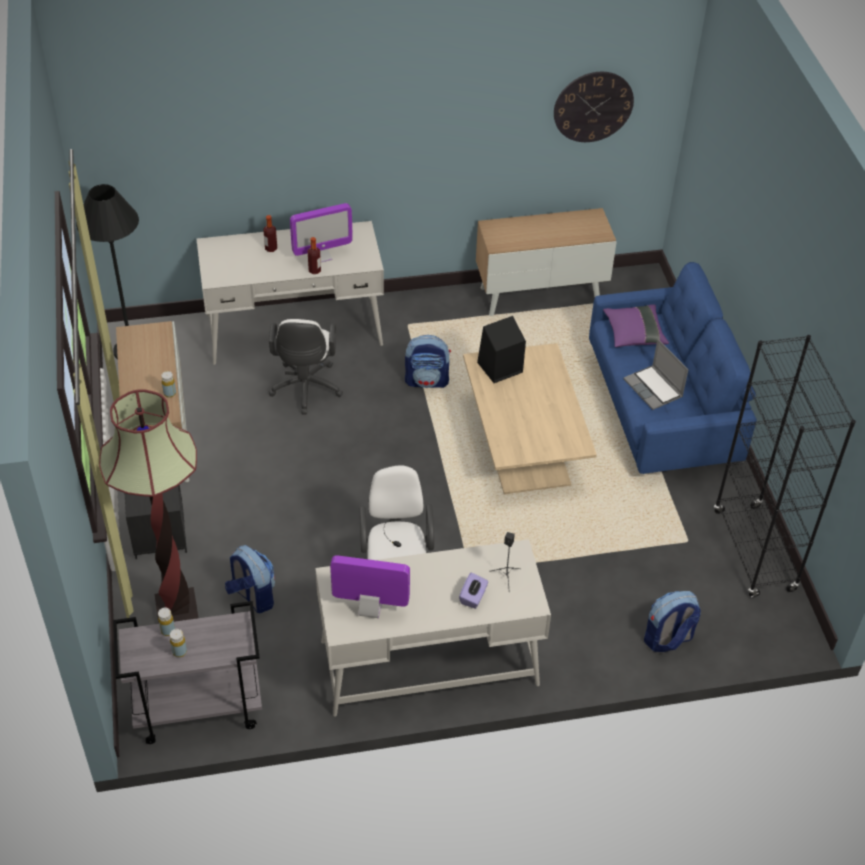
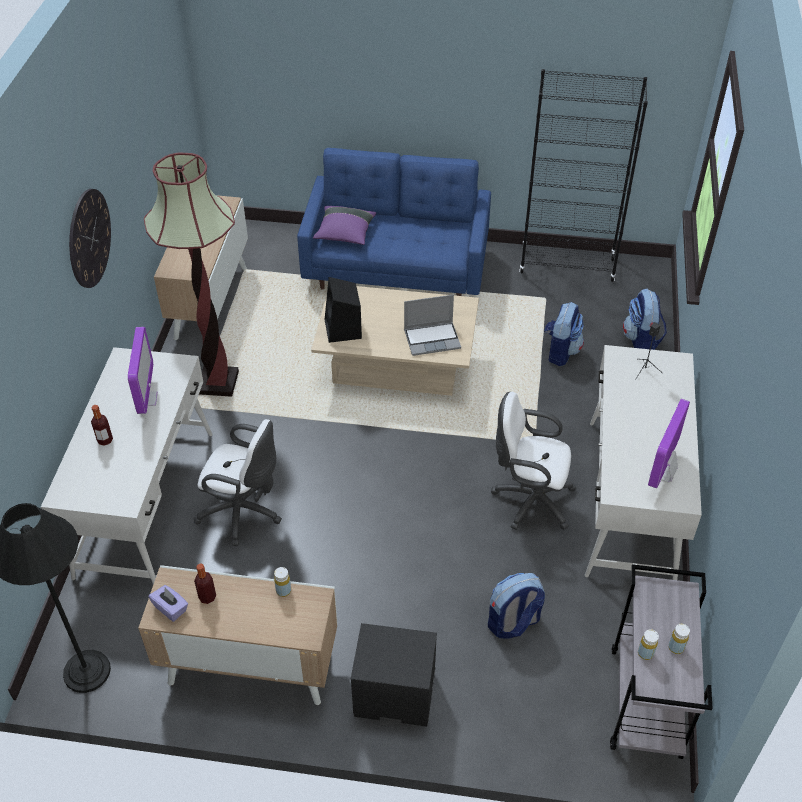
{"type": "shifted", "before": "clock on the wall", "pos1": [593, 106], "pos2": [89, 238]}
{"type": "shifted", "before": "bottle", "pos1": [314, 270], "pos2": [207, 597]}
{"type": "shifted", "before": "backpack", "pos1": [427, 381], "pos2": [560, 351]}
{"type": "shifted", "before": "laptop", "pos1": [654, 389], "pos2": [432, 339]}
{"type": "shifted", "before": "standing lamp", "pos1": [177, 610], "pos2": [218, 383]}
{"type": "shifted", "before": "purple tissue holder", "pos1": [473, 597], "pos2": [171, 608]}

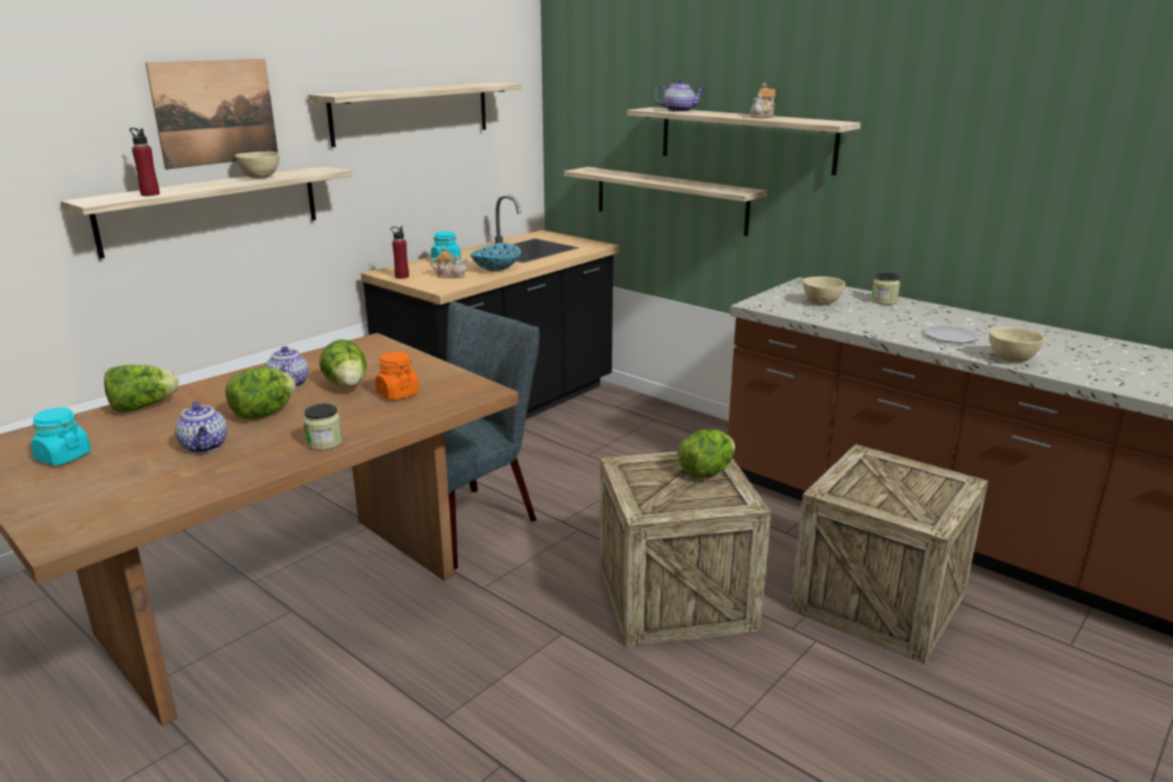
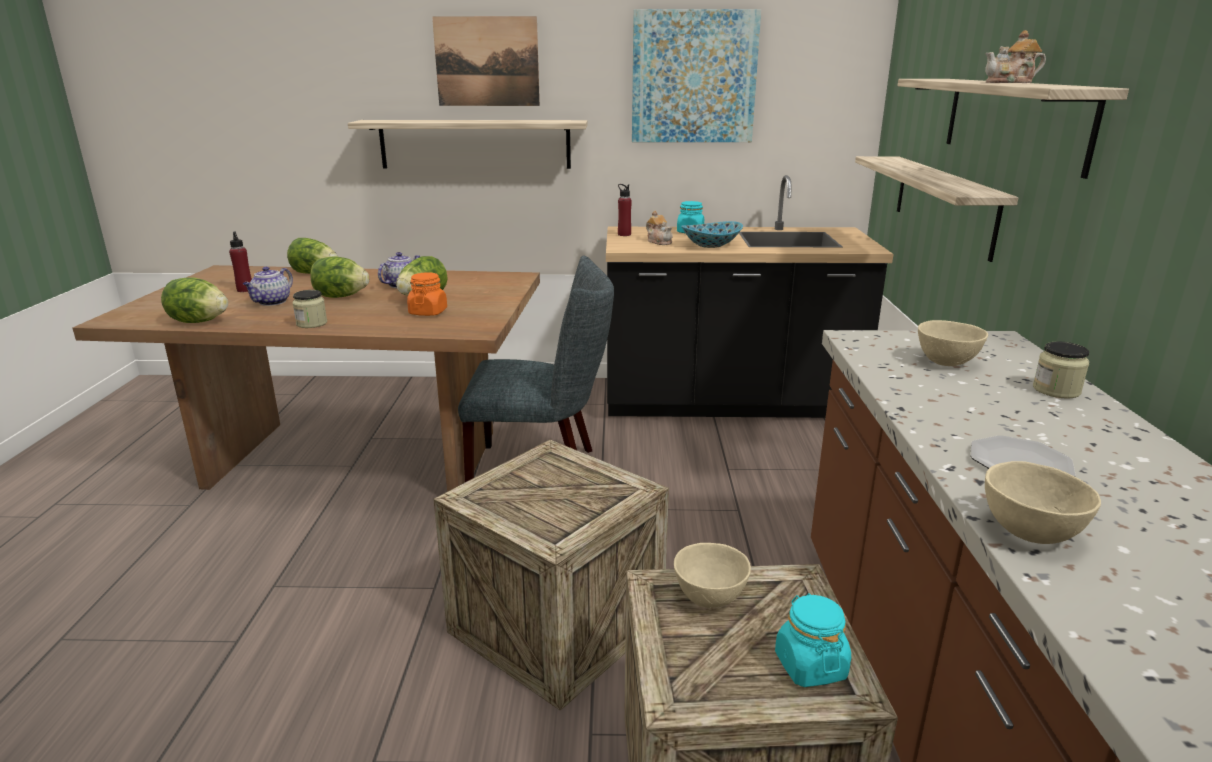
{"type": "gone", "before": "teapot", "pos1": [679, 111]}
{"type": "swapped", "before": "shelf", "after": "wall art", "pos1": [412, 112], "pos2": [693, 77]}
{"type": "shifted", "before": "red-coloured bottle", "pos1": [150, 194], "pos2": [245, 290]}
{"type": "shifted", "before": "beige deep dish", "pos1": [261, 177], "pos2": [710, 597]}
{"type": "shifted", "before": "blue-green jar", "pos1": [63, 457], "pos2": [810, 666]}
{"type": "shifted", "before": "lettuce head", "pos1": [706, 472], "pos2": [199, 322]}

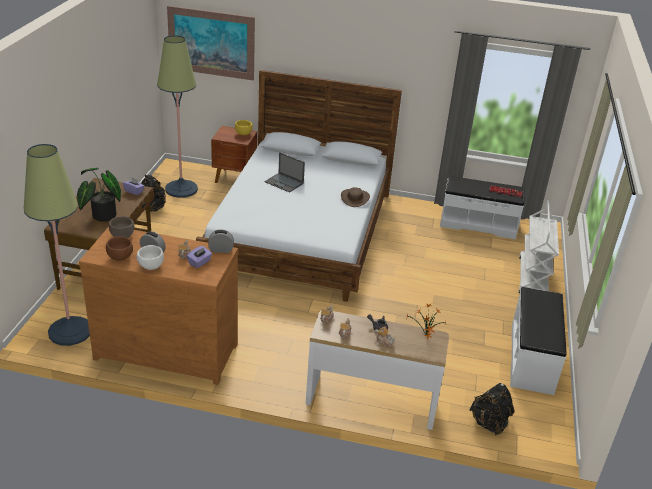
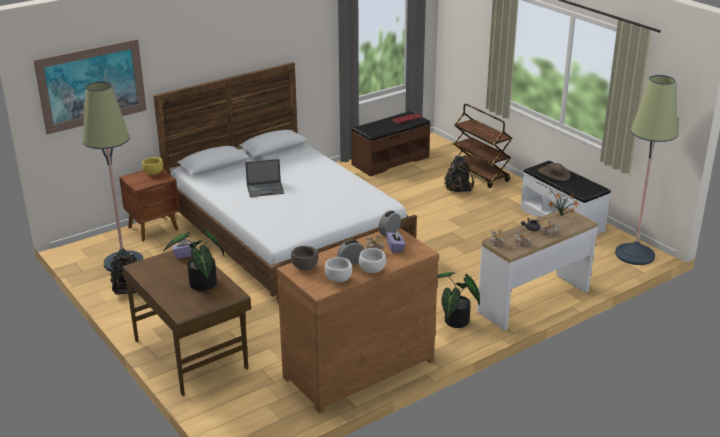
{"type": "shifted", "before": "standing lamp", "pos1": [70, 331], "pos2": [634, 254]}
{"type": "repainted", "before": "whitish indoor bench", "after": "brownish indoor bench", "pos1": [478, 224], "pos2": [390, 161]}
{"type": "shifted", "before": "brownish wearable hat", "pos1": [355, 198], "pos2": [553, 174]}
{"type": "repainted", "before": "whitish wheeled cart", "after": "brownish wheeled cart", "pos1": [533, 278], "pos2": [480, 174]}
{"type": "repainted", "before": "brownish deep dish", "after": "whitish deep dish", "pos1": [120, 257], "pos2": [338, 279]}
{"type": "shifted", "before": "blackish backpack", "pos1": [489, 423], "pos2": [458, 190]}
{"type": "new", "after": "potted plant", "pos2": [454, 322]}

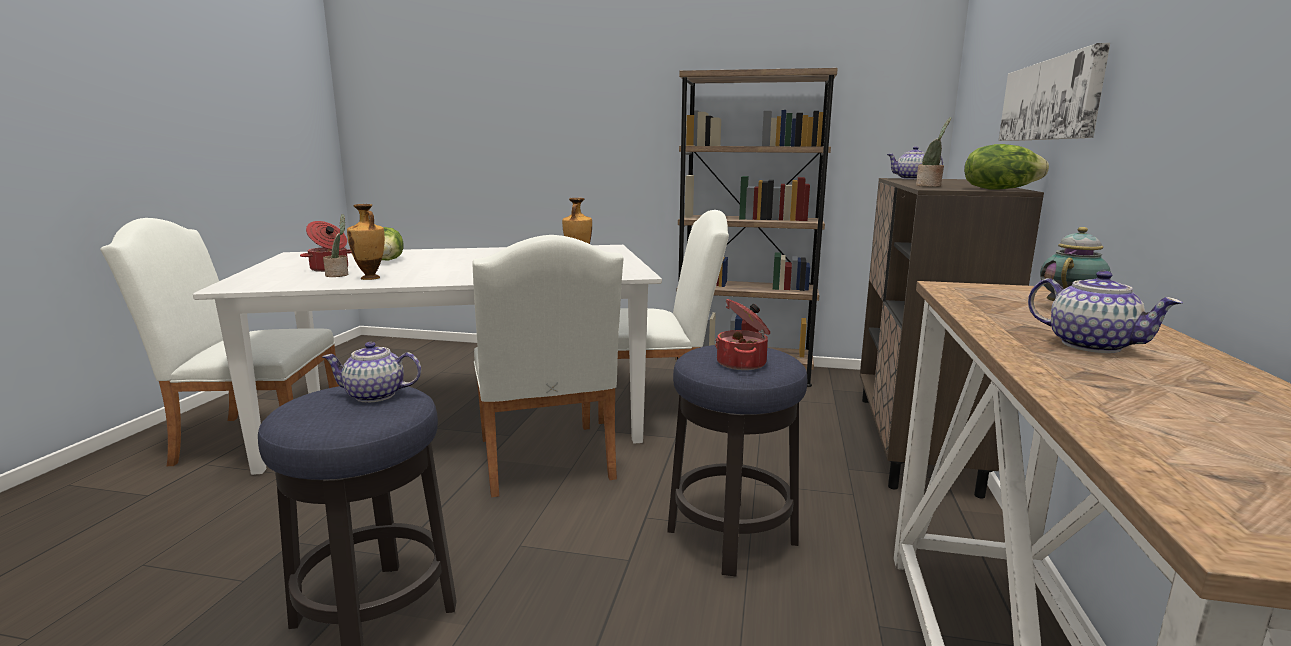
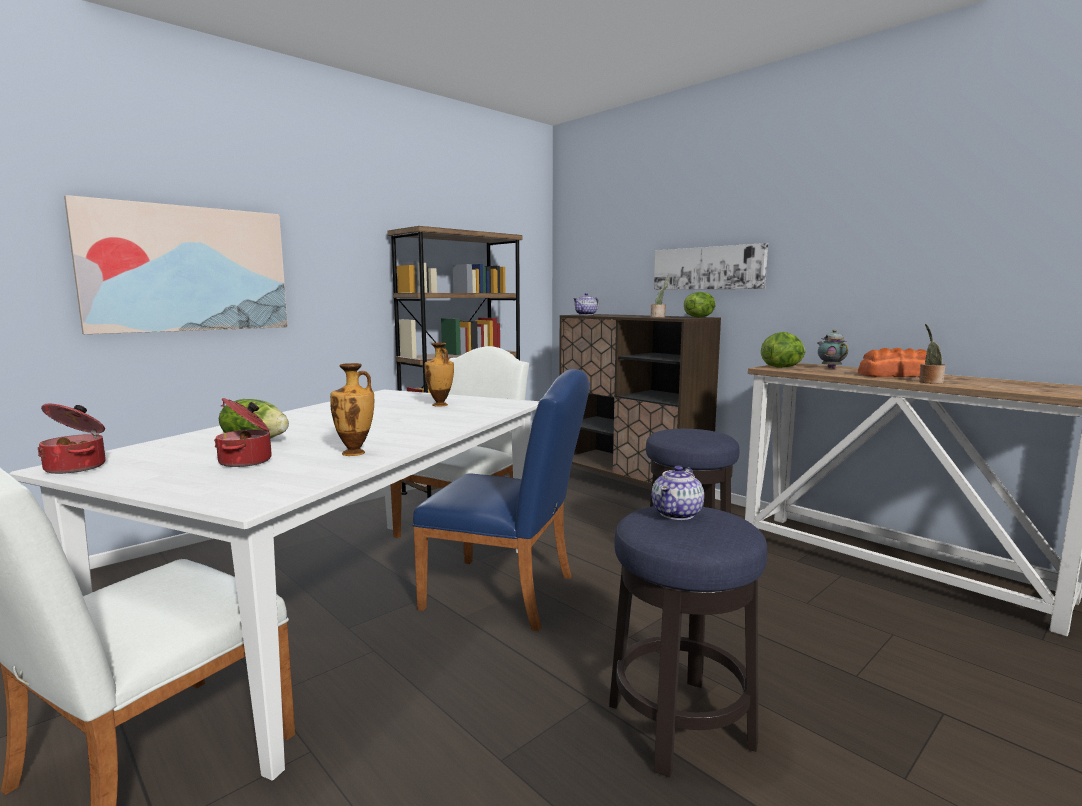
{"type": "shifted", "before": "potted plant", "pos1": [338, 275], "pos2": [929, 382]}
{"type": "repainted", "before": "whitish chair", "after": "bluish chair", "pos1": [546, 463], "pos2": [509, 594]}
{"type": "swapped", "before": "teapot", "after": "bread", "pos1": [1090, 345], "pos2": [894, 375]}
{"type": "shifted", "before": "saucepot", "pos1": [743, 363], "pos2": [77, 467]}
{"type": "new", "after": "wall art", "pos2": [187, 269]}
{"type": "new", "after": "lettuce head", "pos2": [783, 367]}

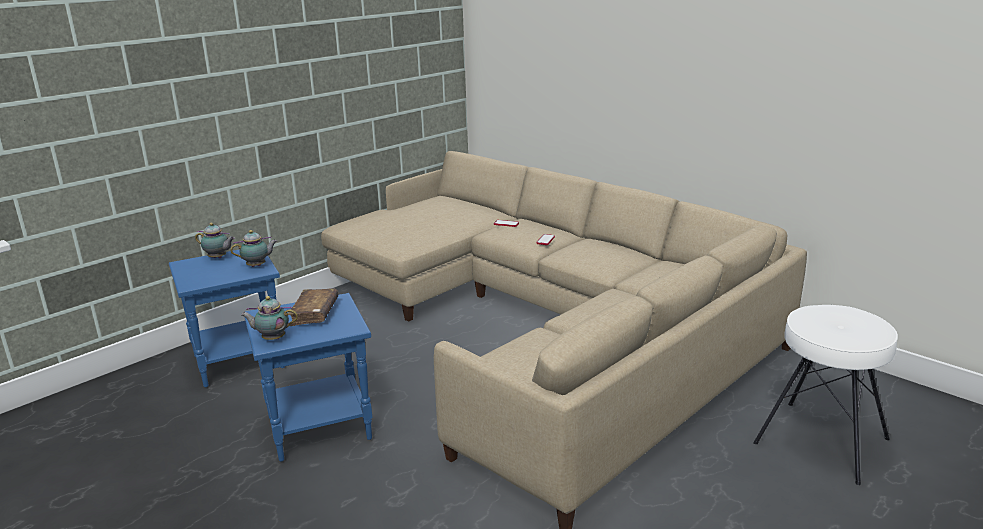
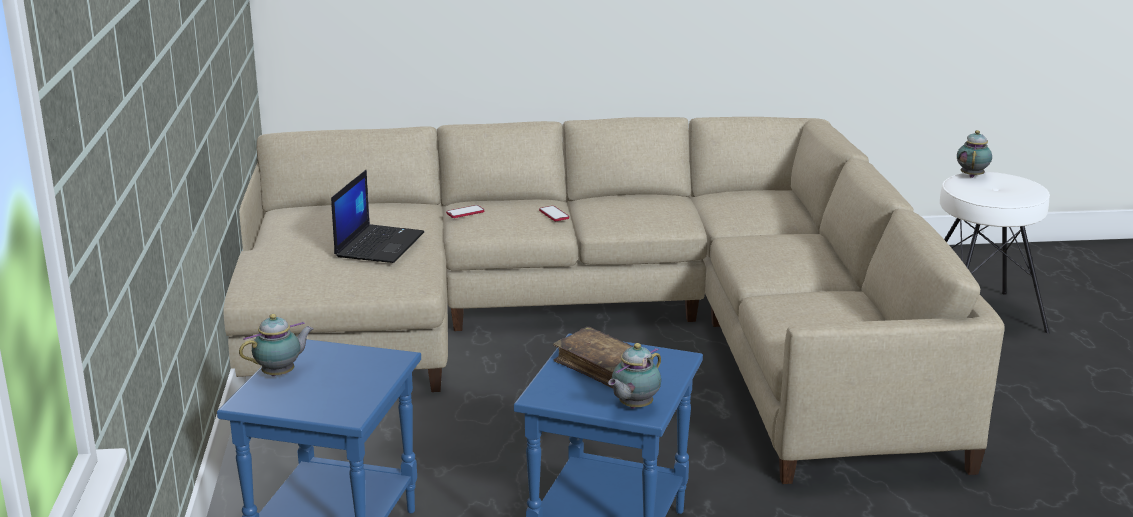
{"type": "shifted", "before": "teapot", "pos1": [257, 266], "pos2": [972, 175]}
{"type": "new", "after": "laptop", "pos2": [379, 244]}

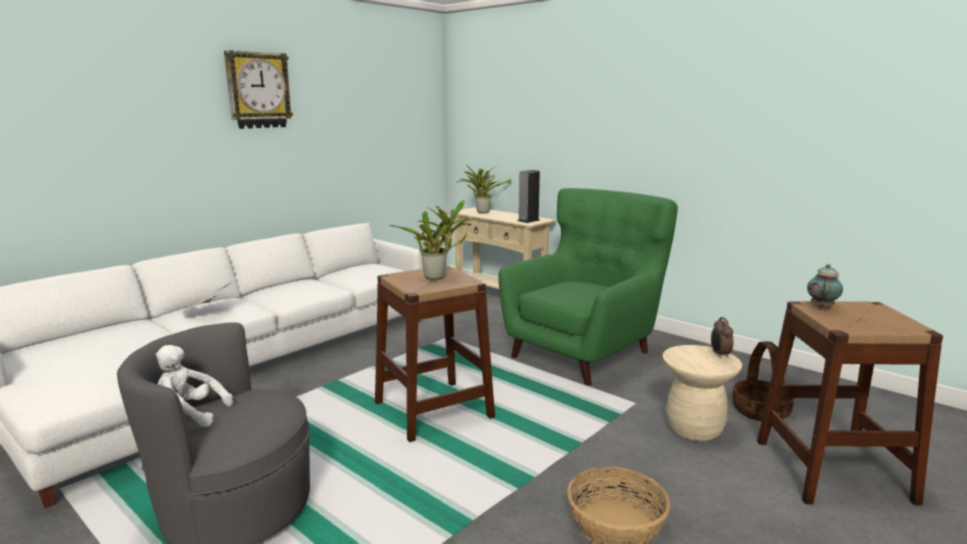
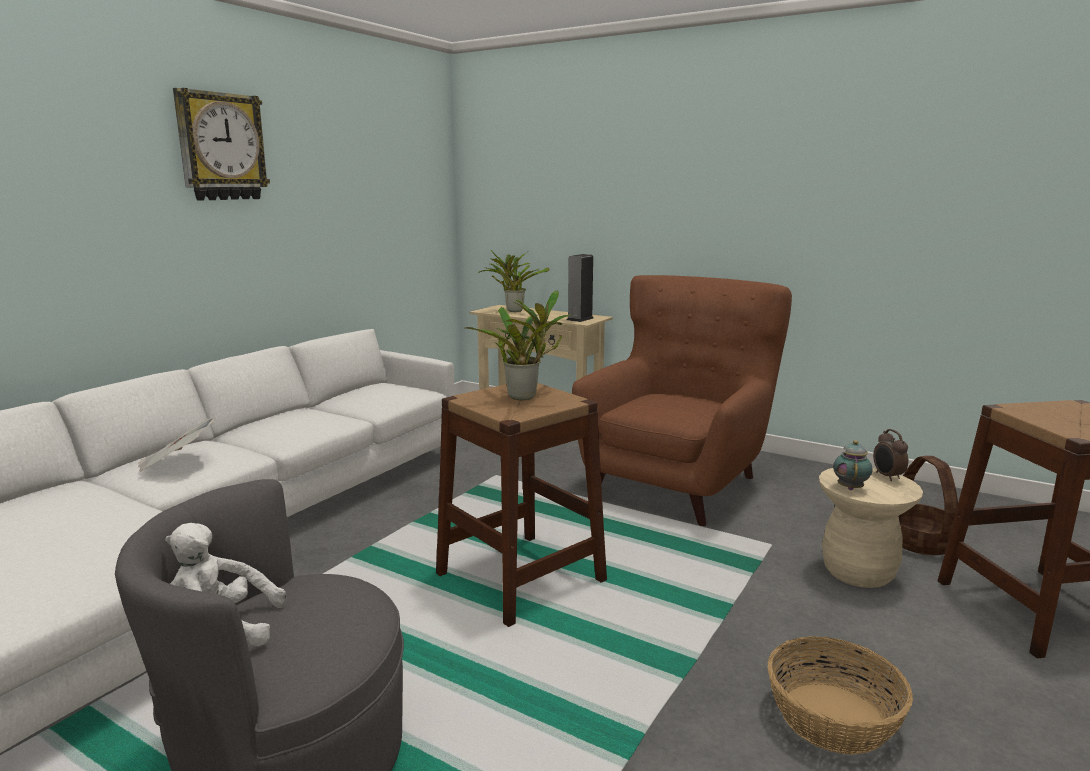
{"type": "repainted", "before": "green easy chair", "after": "brownish easy chair", "pos1": [583, 352], "pos2": [676, 483]}
{"type": "shifted", "before": "teapot", "pos1": [822, 306], "pos2": [850, 487]}

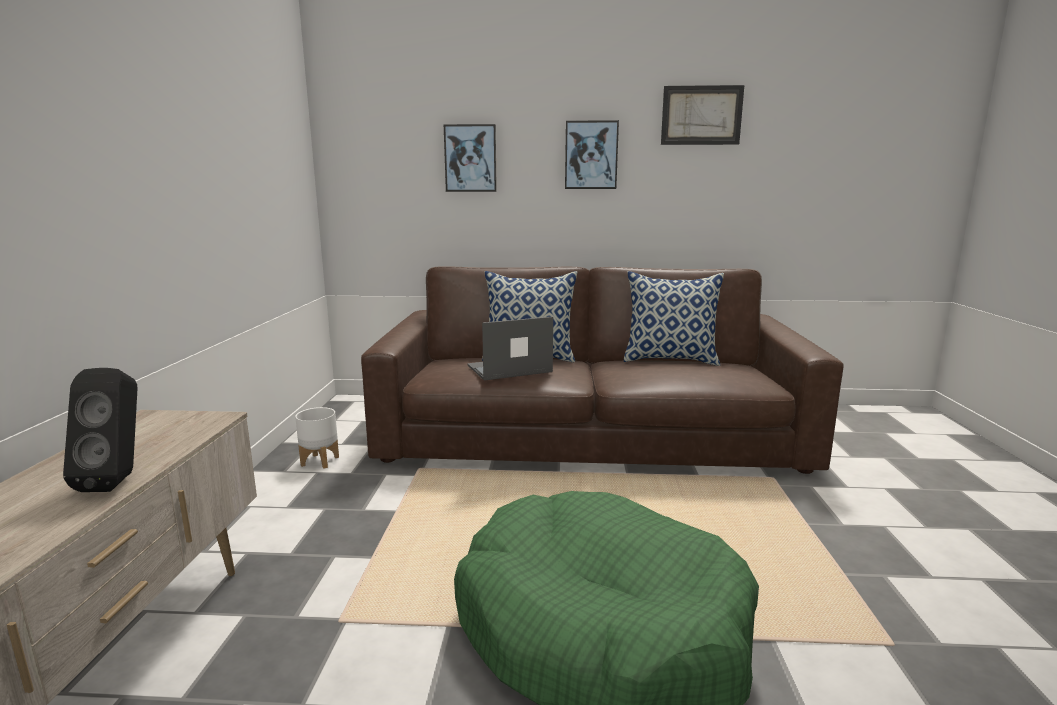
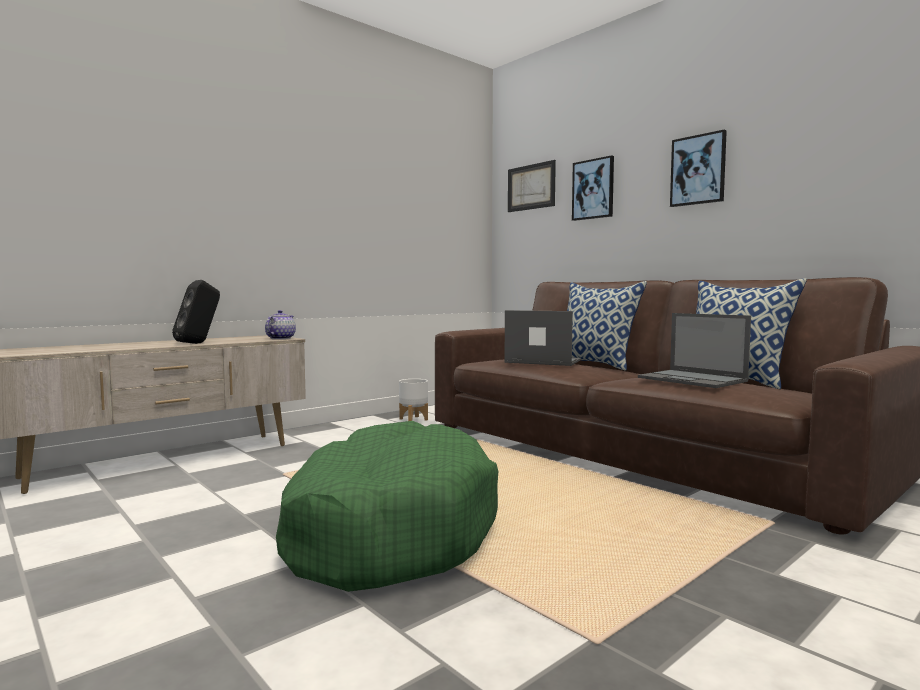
{"type": "shifted", "before": "wall art", "pos1": [701, 115], "pos2": [531, 187]}
{"type": "new", "after": "teapot", "pos2": [280, 338]}
{"type": "new", "after": "laptop", "pos2": [693, 379]}

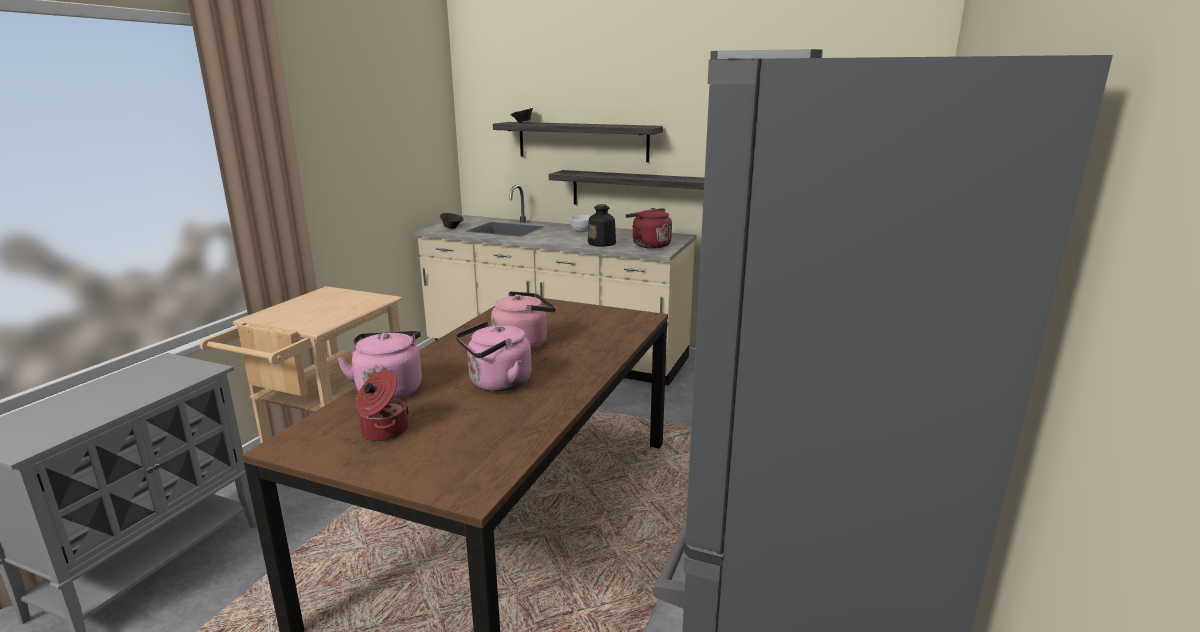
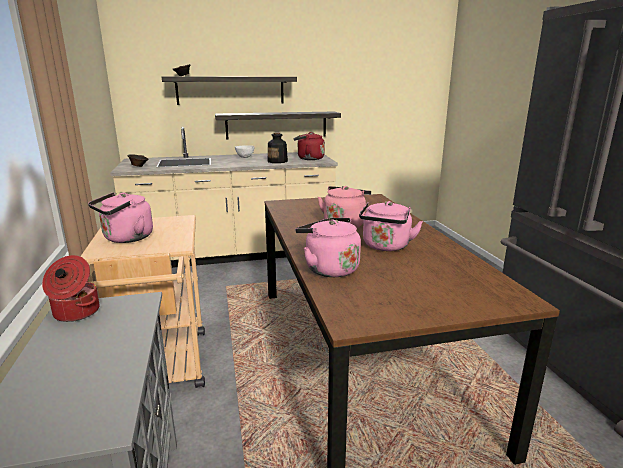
{"type": "shifted", "before": "saucepot", "pos1": [383, 431], "pos2": [75, 313]}
{"type": "new", "after": "pink water kettle", "pos2": [126, 238]}

